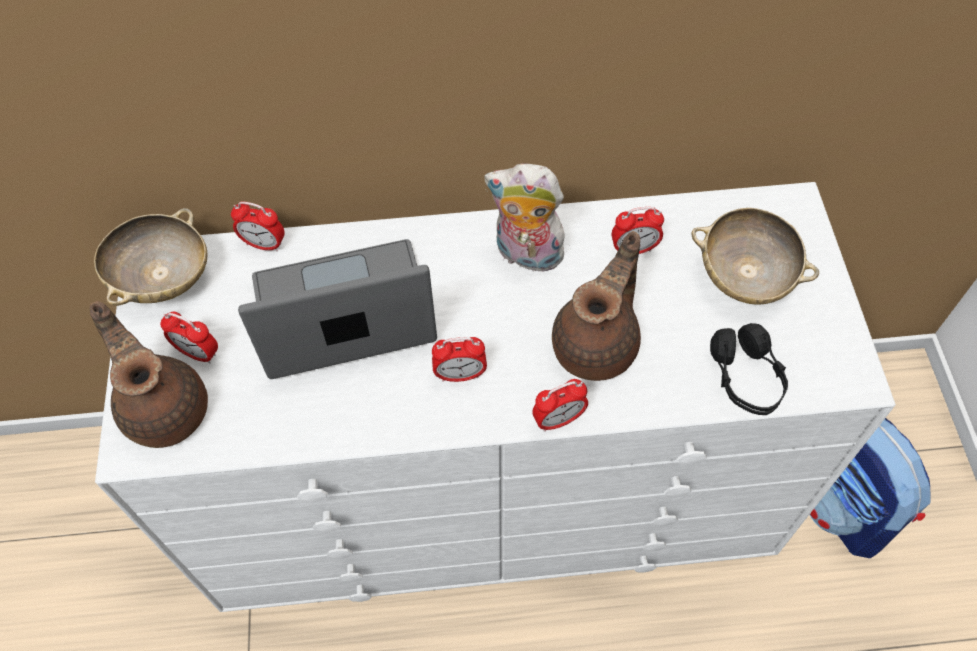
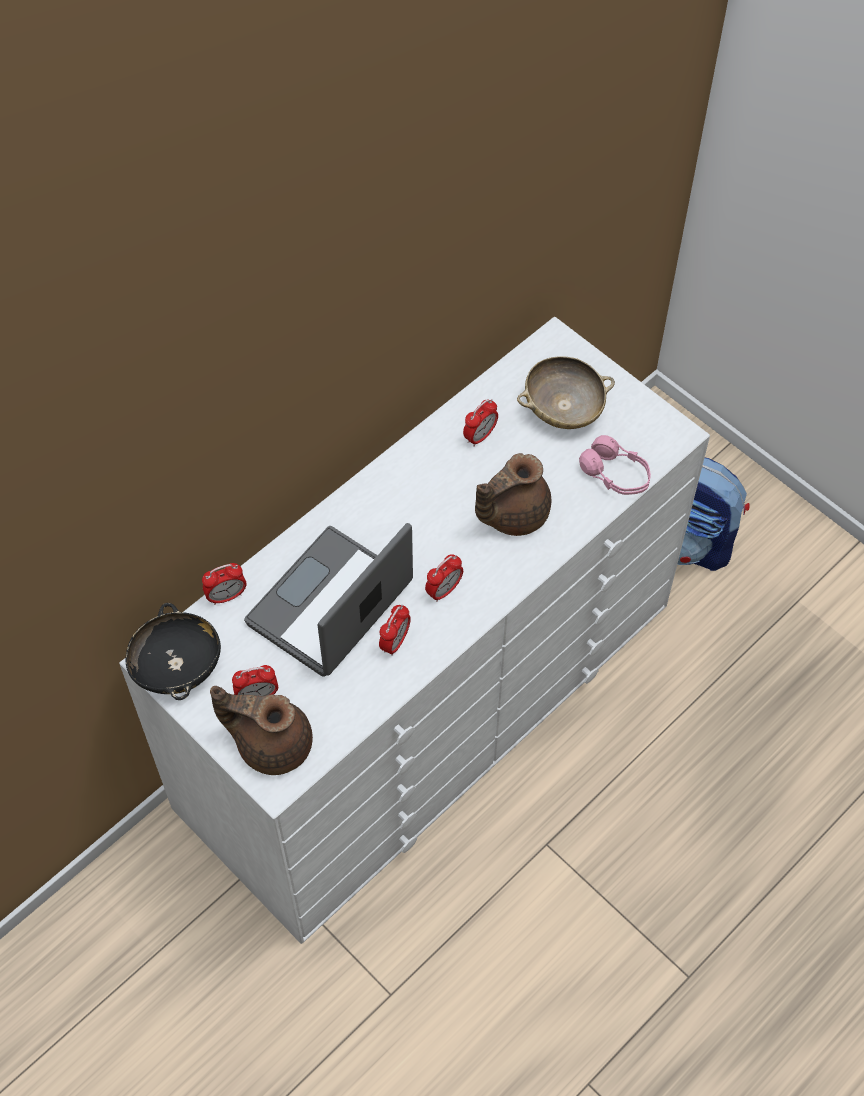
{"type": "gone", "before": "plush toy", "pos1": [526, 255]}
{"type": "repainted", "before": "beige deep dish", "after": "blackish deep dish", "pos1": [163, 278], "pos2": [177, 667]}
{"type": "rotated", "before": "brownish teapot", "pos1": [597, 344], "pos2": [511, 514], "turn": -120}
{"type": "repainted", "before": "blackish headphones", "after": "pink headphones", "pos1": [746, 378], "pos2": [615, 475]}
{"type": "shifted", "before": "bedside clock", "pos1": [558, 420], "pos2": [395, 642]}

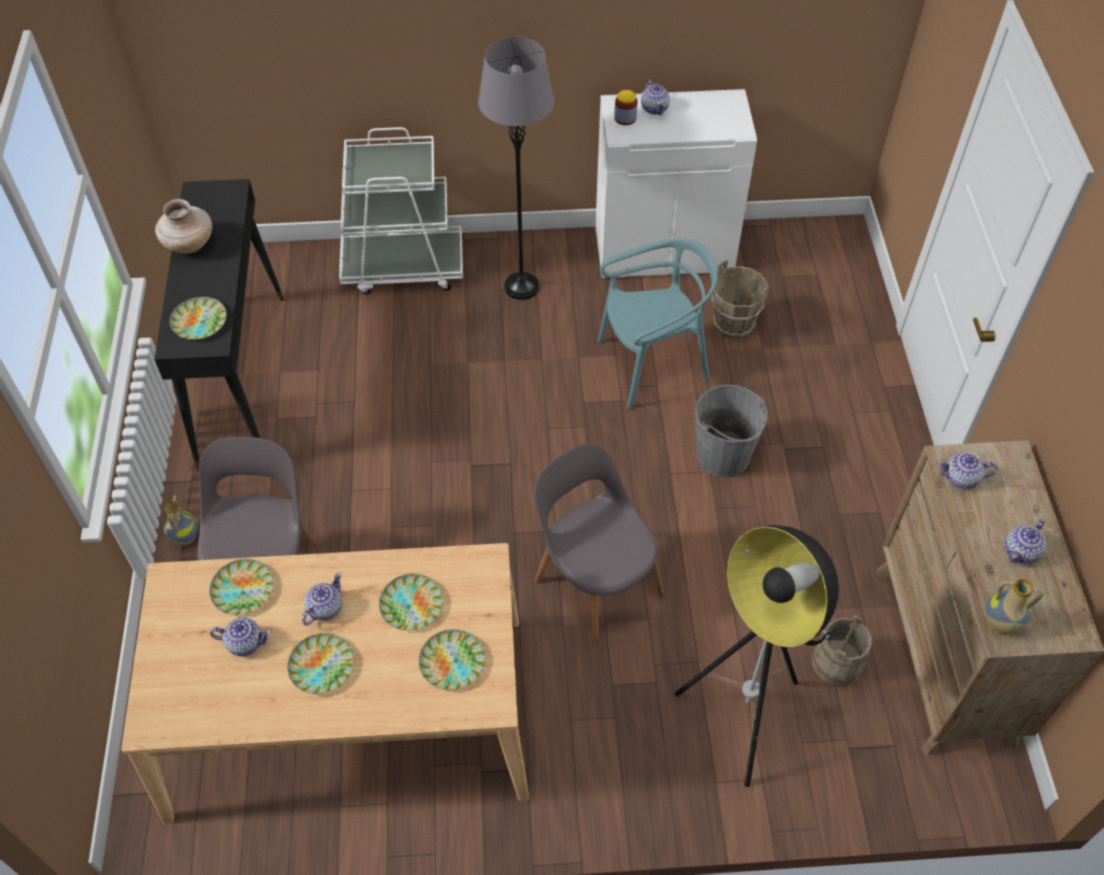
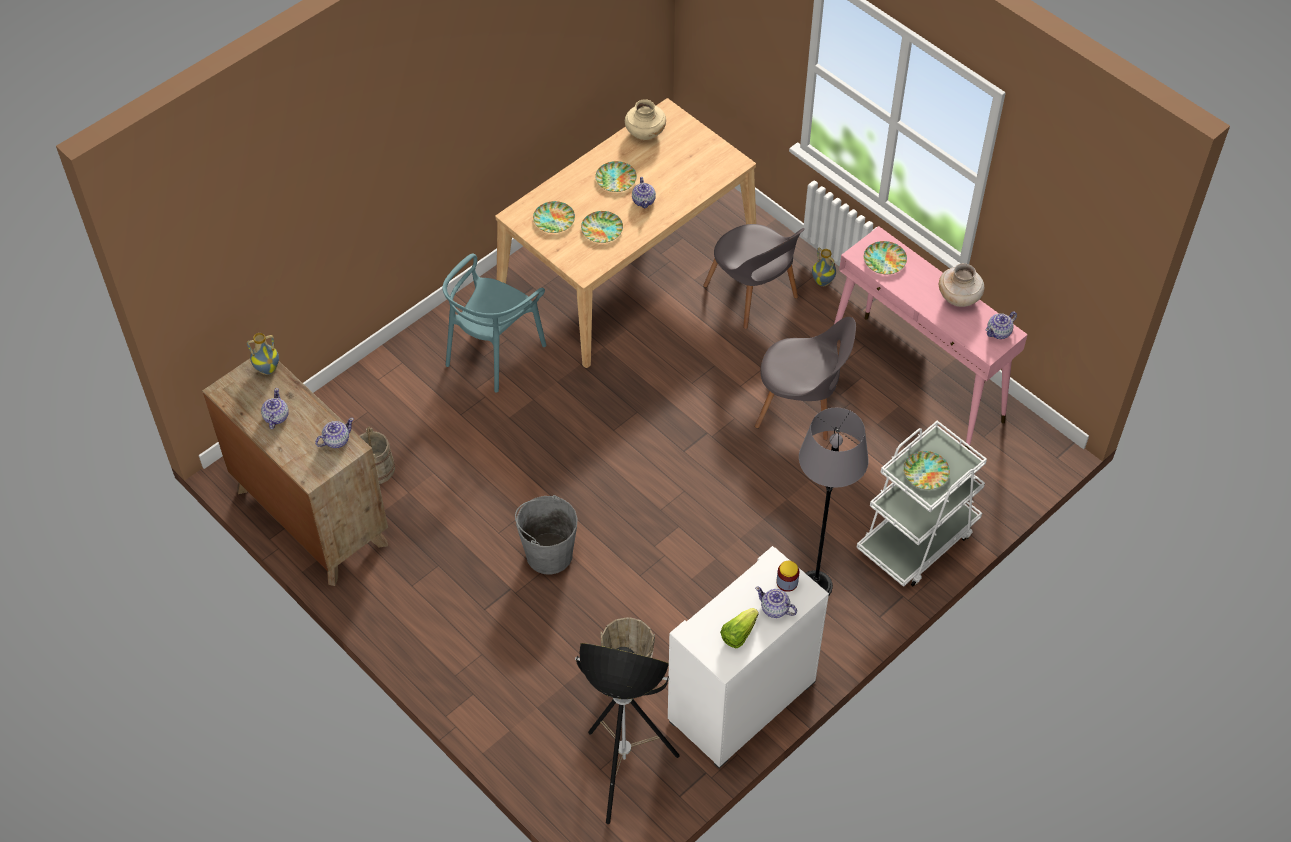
{"type": "repainted", "before": "blackish narrow table", "after": "pink narrow table", "pos1": [242, 379], "pos2": [916, 384]}
{"type": "shifted", "before": "blue-green chair", "pos1": [652, 364], "pos2": [493, 352]}
{"type": "shifted", "before": "grey chair", "pos1": [596, 582], "pos2": [801, 407]}
{"type": "shifted", "before": "standing lamp", "pos1": [743, 718], "pos2": [623, 773]}
{"type": "shifted", "before": "flat dish", "pos1": [243, 590], "pos2": [925, 472]}
{"type": "shifted", "before": "teapot", "pos1": [244, 642], "pos2": [999, 332]}
{"type": "new", "after": "beige flower vase", "pos2": [645, 133]}
{"type": "new", "after": "lettuce head", "pos2": [738, 634]}

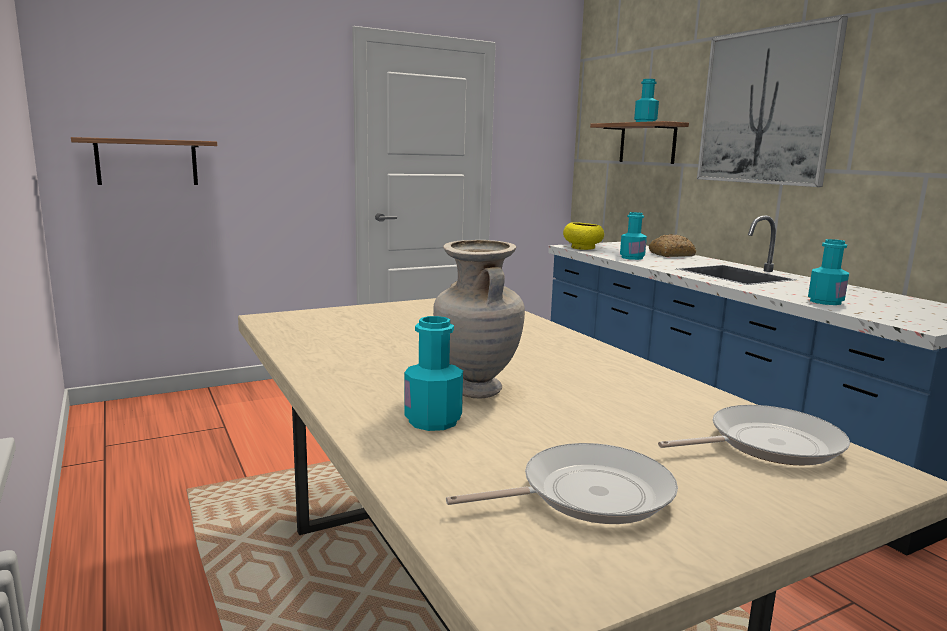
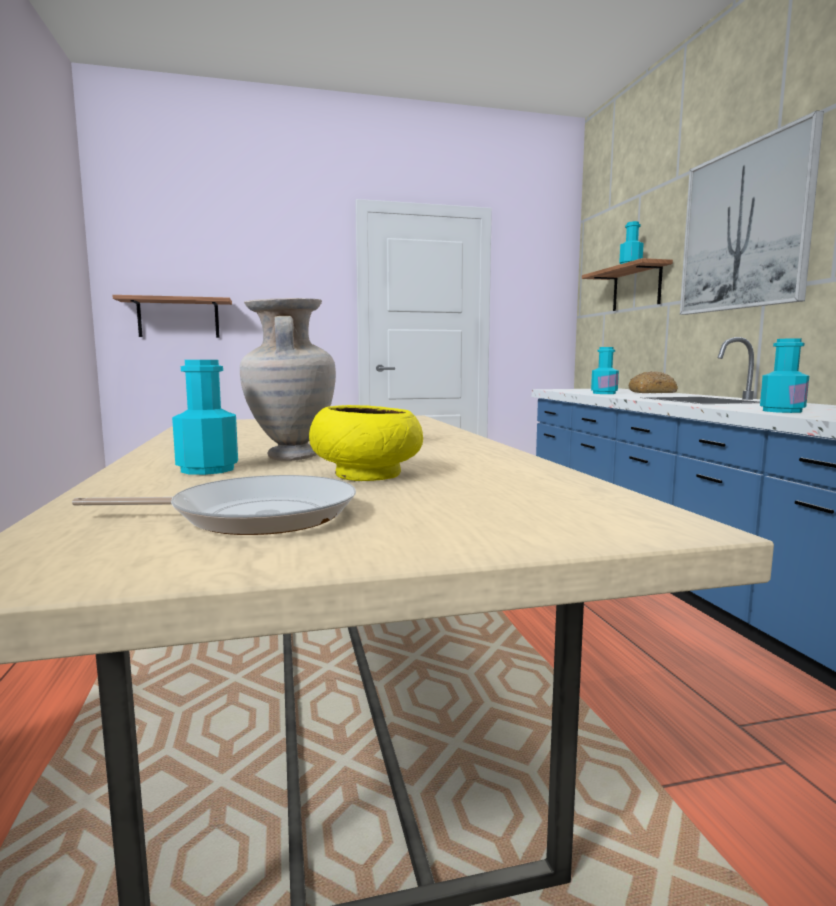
{"type": "shifted", "before": "yellow-coloured deep dish", "pos1": [582, 248], "pos2": [368, 475]}
{"type": "gone", "before": "pan", "pos1": [767, 444]}

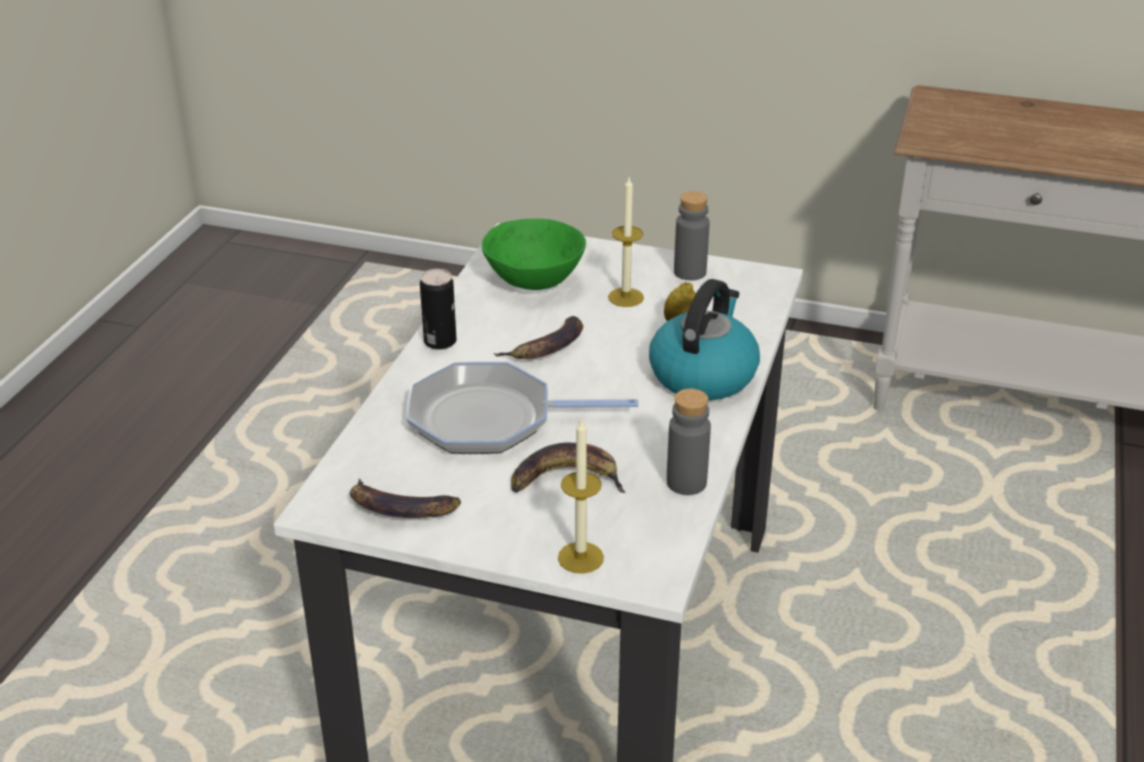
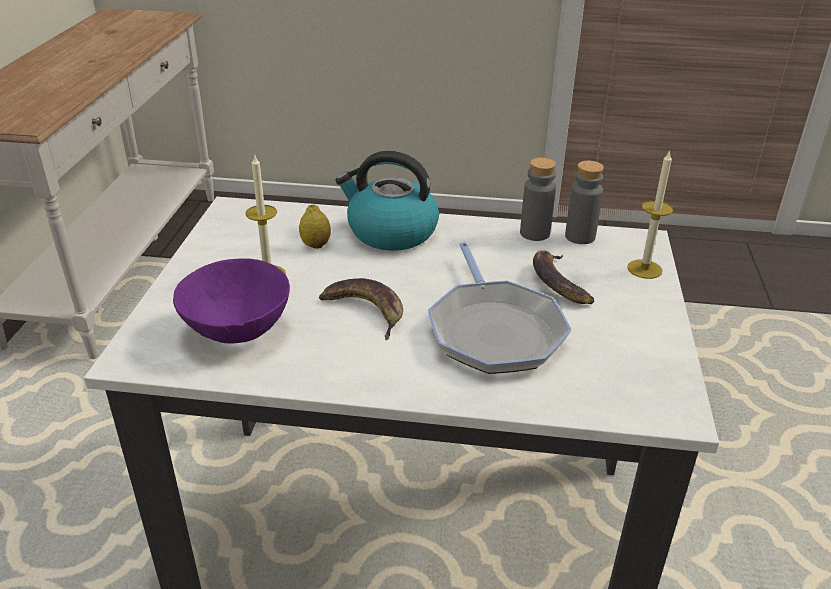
{"type": "shifted", "before": "grey bottle", "pos1": [690, 272], "pos2": [580, 236]}
{"type": "repainted", "before": "green deep dish", "after": "purple deep dish", "pos1": [535, 282], "pos2": [236, 331]}
{"type": "gone", "before": "sealed can", "pos1": [440, 341]}
{"type": "gone", "before": "banana fruit", "pos1": [400, 508]}

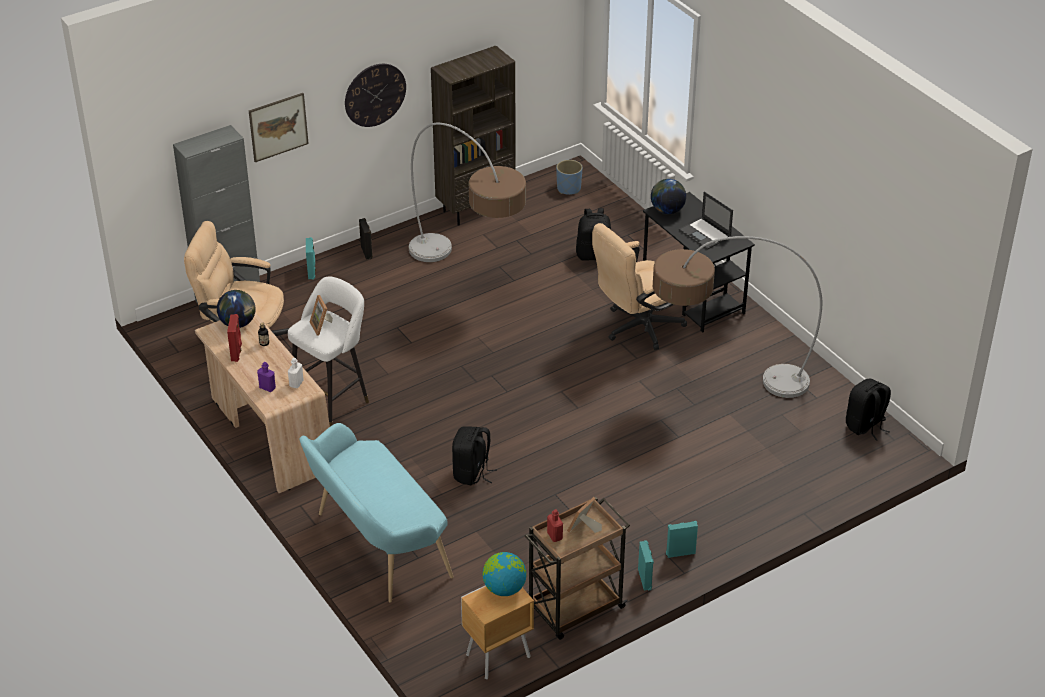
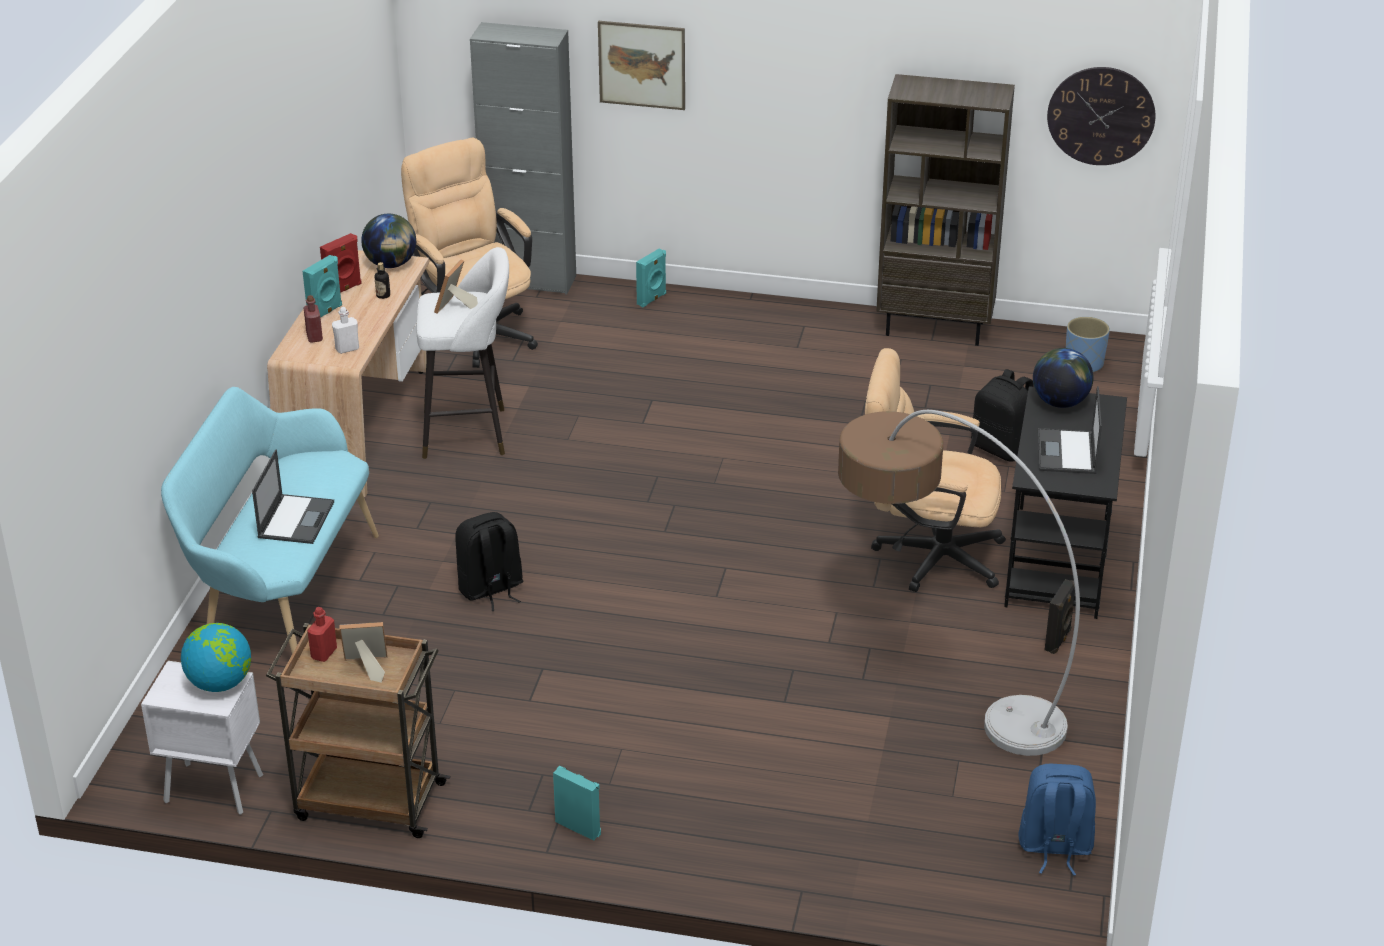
{"type": "shifted", "before": "clock on the wall", "pos1": [375, 95], "pos2": [1101, 115]}
{"type": "gone", "before": "standing lamp", "pos1": [469, 276]}
{"type": "shifted", "before": "blackish speaker", "pos1": [367, 252], "pos2": [1058, 640]}
{"type": "repainted", "before": "purple bottle", "after": "red-coloured bottle", "pos1": [267, 388], "pos2": [314, 337]}
{"type": "repainted", "before": "blackish backpack", "after": "bluish backpack", "pos1": [865, 426], "pos2": [1054, 847]}
{"type": "shifted", "before": "blue-green speaker", "pos1": [645, 579], "pos2": [326, 312]}
{"type": "repainted", "before": "brownish night table", "after": "whitish night table", "pos1": [496, 656], "pos2": [212, 788]}
{"type": "new", "after": "laptop", "pos2": [296, 519]}

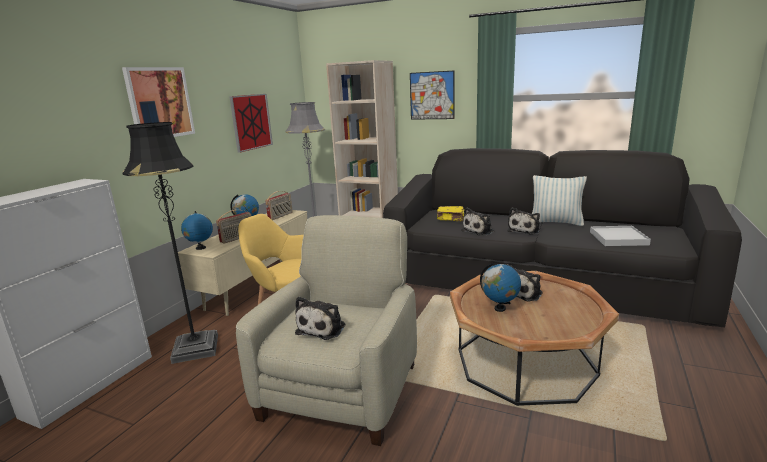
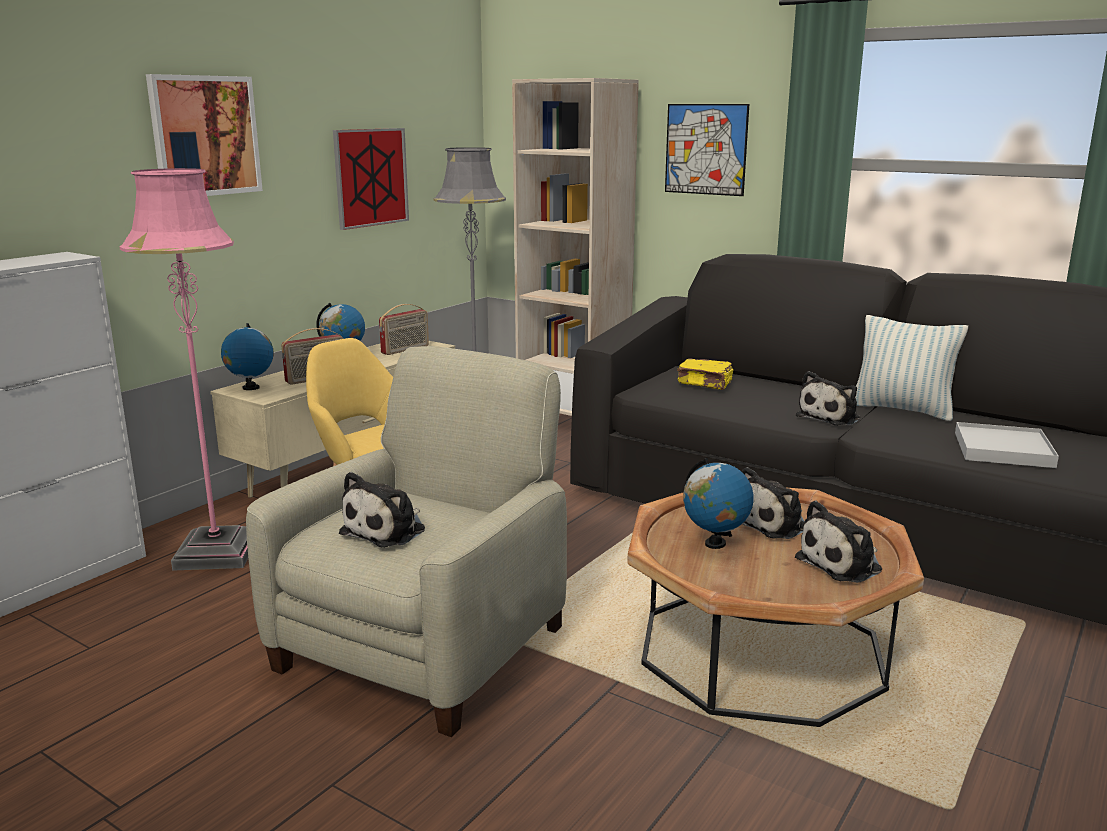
{"type": "repainted", "before": "blackish standing lamp", "after": "pink standing lamp", "pos1": [195, 348], "pos2": [216, 553]}
{"type": "shifted", "before": "plush toy", "pos1": [479, 231], "pos2": [842, 564]}

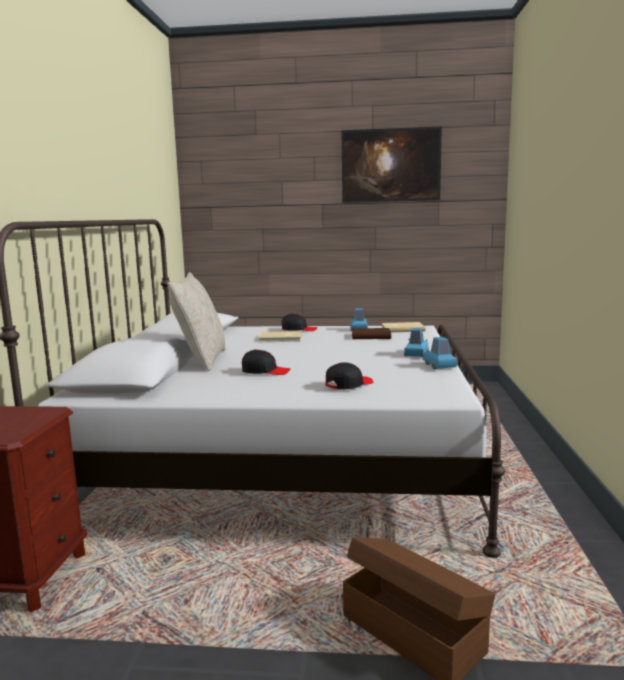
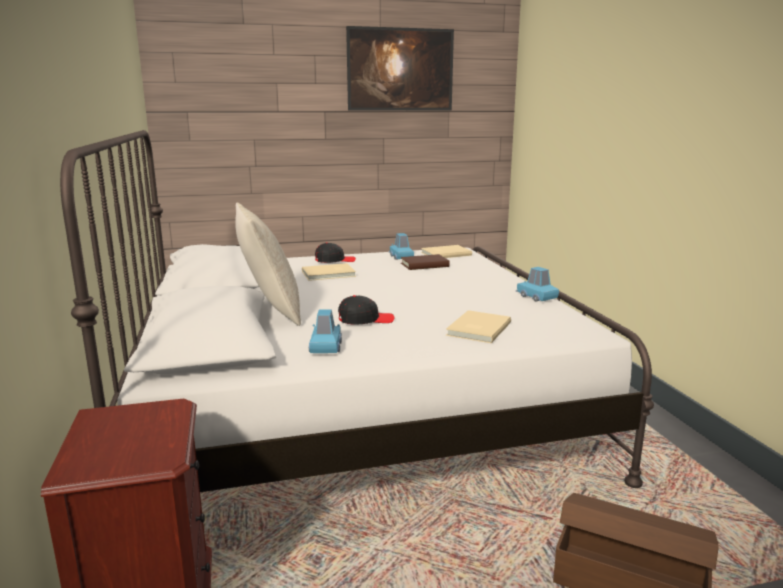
{"type": "shifted", "before": "bluish model car", "pos1": [416, 354], "pos2": [325, 347]}
{"type": "swapped", "before": "blackish baseball cap", "after": "beige bound book", "pos1": [348, 384], "pos2": [476, 329]}

